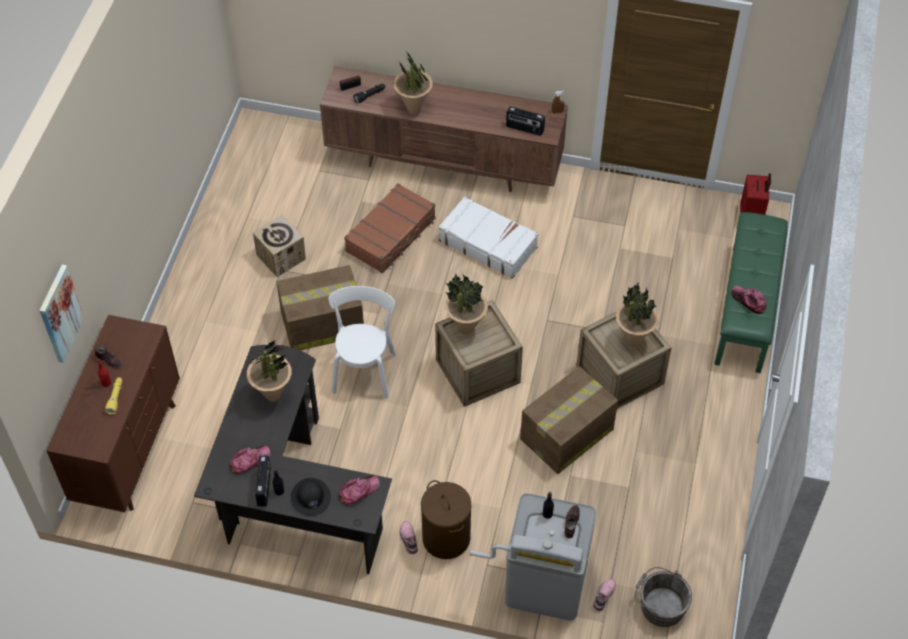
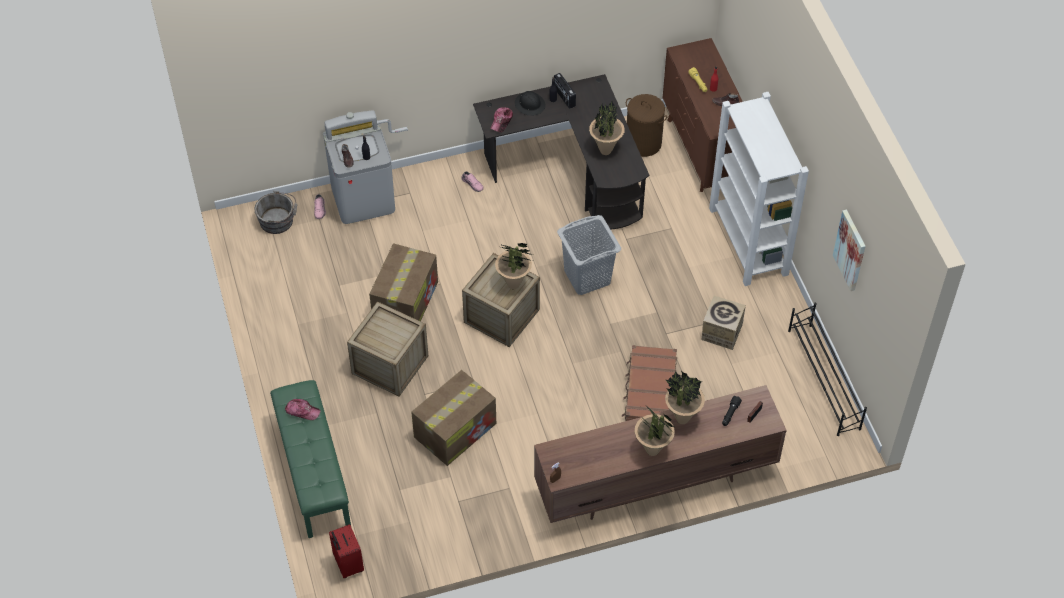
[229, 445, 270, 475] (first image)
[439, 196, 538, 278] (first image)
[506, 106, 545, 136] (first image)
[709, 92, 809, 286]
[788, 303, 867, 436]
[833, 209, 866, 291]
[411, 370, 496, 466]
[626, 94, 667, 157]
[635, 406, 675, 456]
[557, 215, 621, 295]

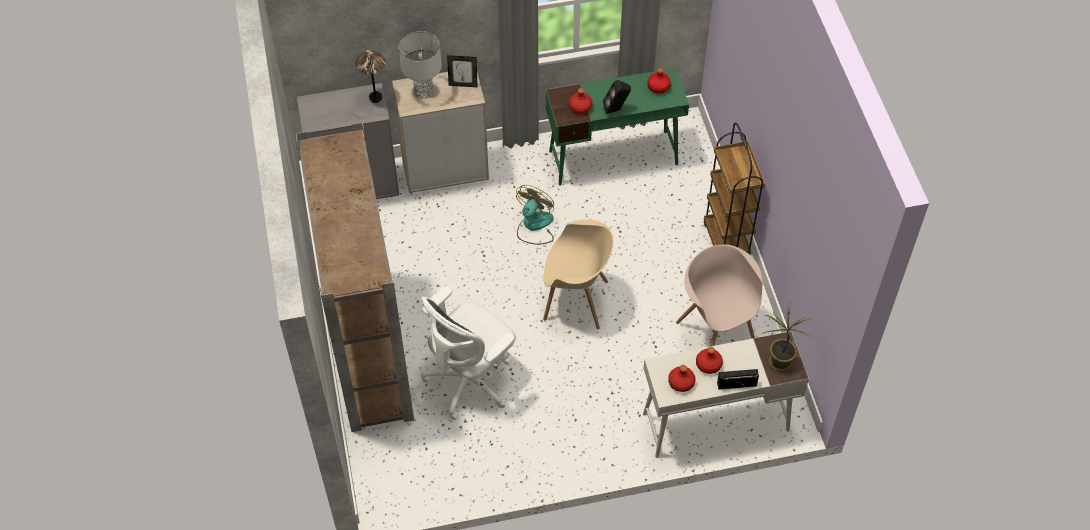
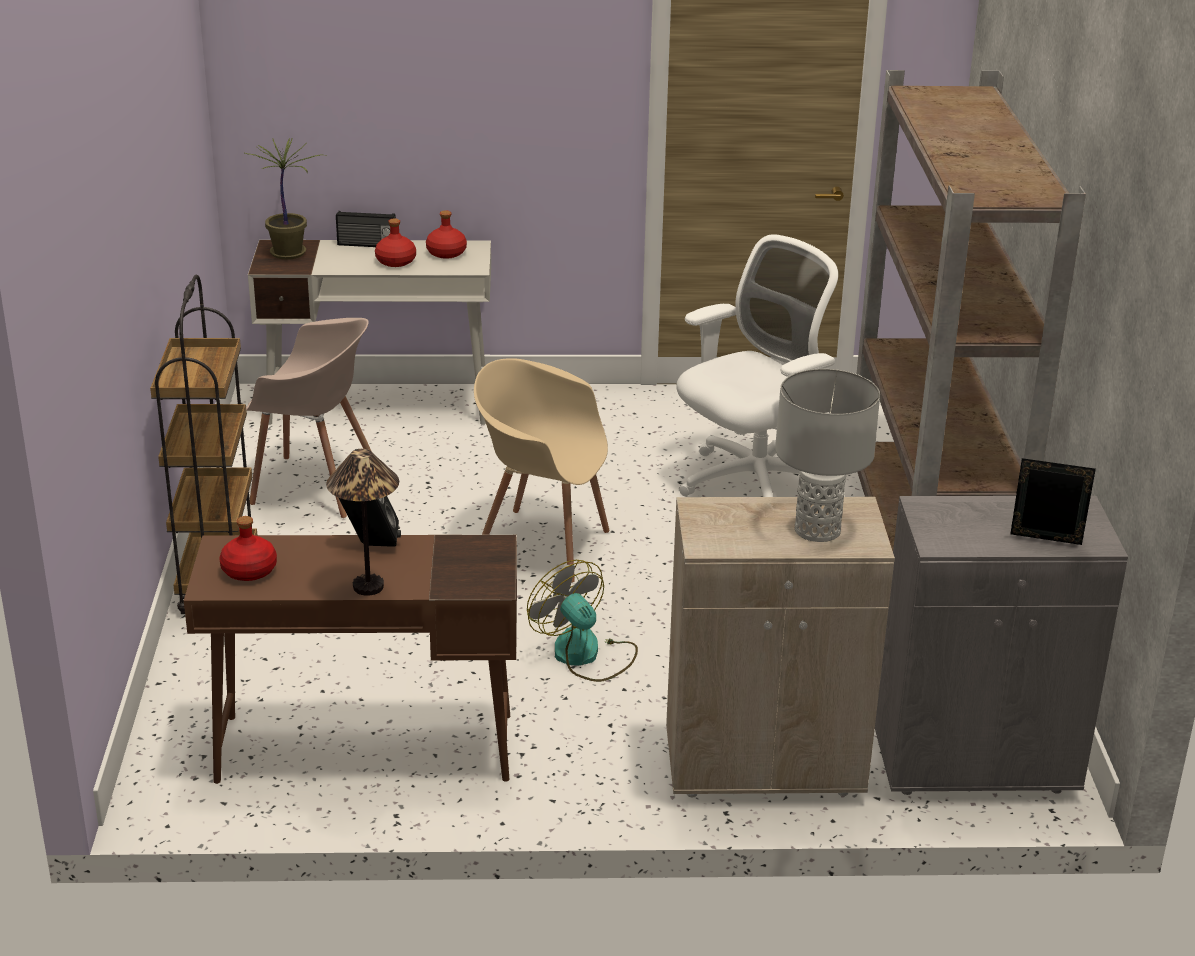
[569, 88, 593, 114] (first image)
[326, 449, 399, 596]
[1010, 458, 1096, 545]
[184, 535, 517, 784]
[527, 560, 638, 682]
[246, 318, 372, 518]

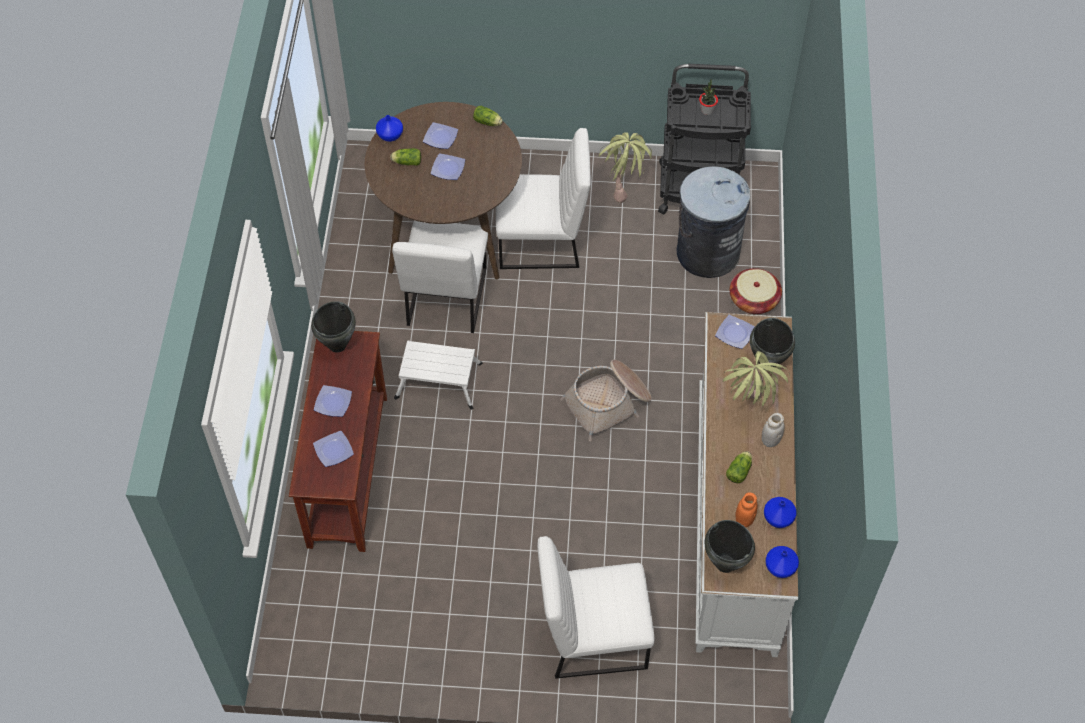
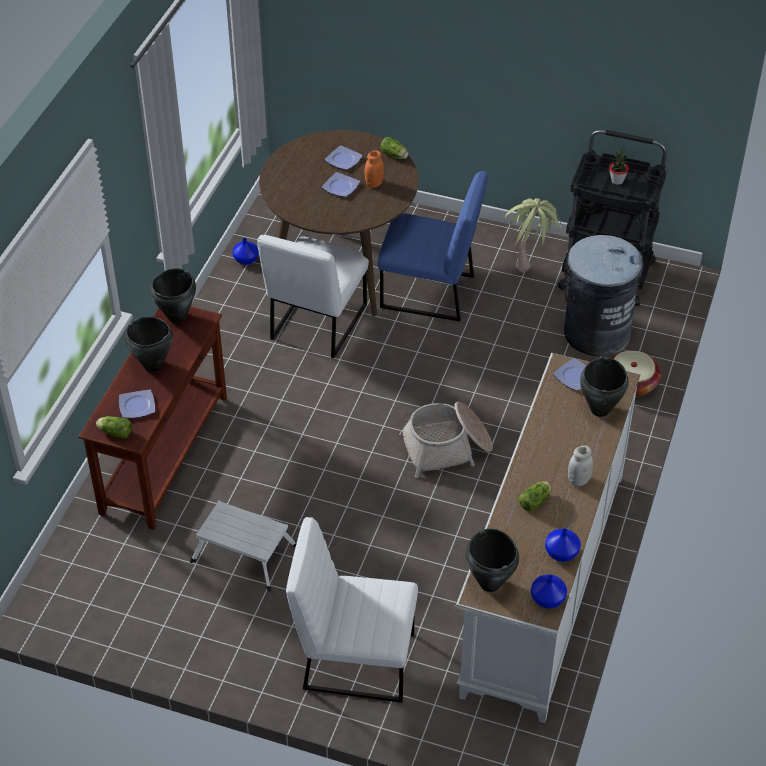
[723, 351, 790, 407] (first image)
[232, 238, 259, 265]
[96, 416, 132, 439]
[190, 501, 297, 592]
[365, 150, 384, 188]
[125, 317, 173, 372]
[378, 171, 488, 322]

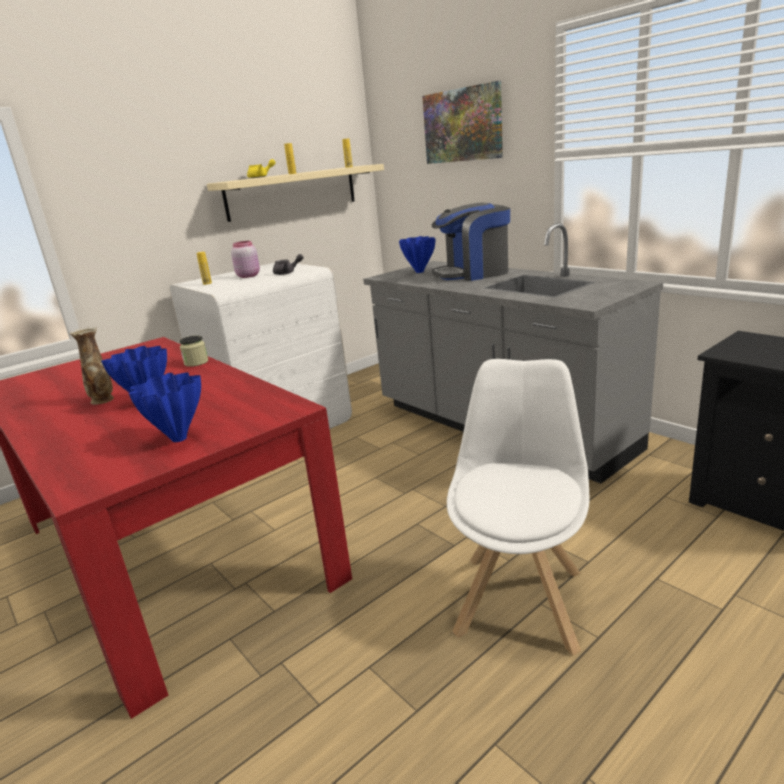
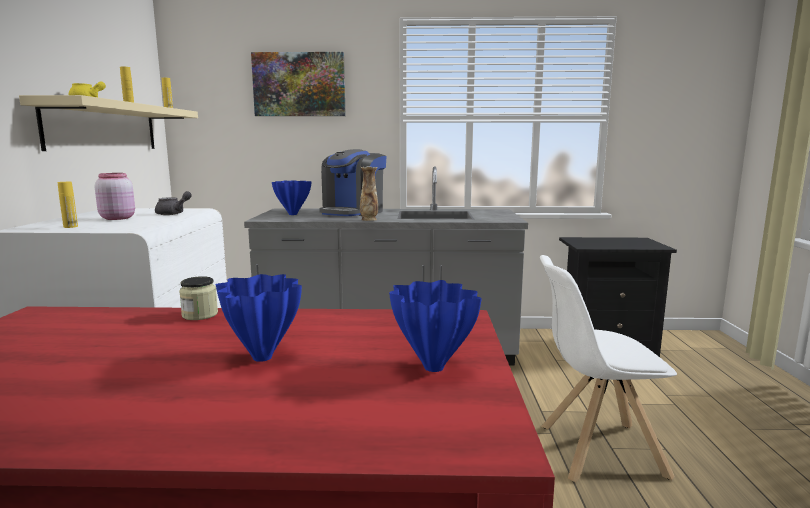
[360, 166, 378, 221]
[540, 255, 677, 482]

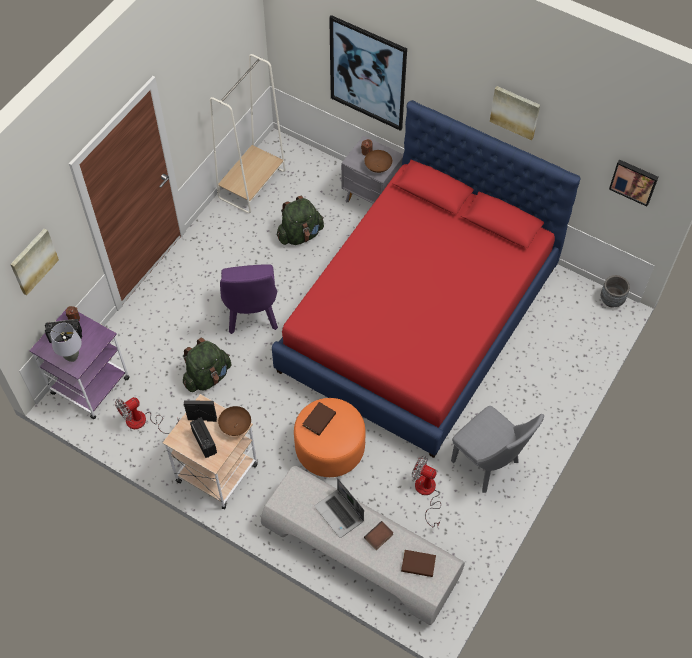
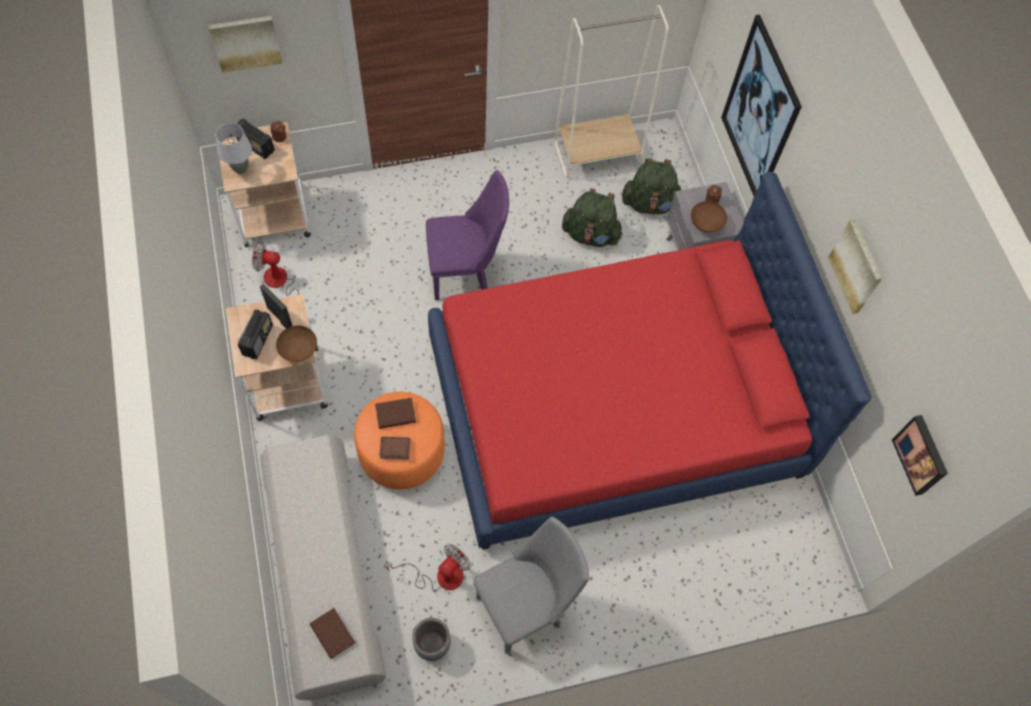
[314, 478, 364, 538] (first image)
[622, 158, 681, 214]
[379, 437, 410, 460]
[412, 618, 451, 661]
[220, 122, 311, 247]
[426, 170, 509, 300]
[384, 544, 471, 592]
[473, 517, 589, 654]

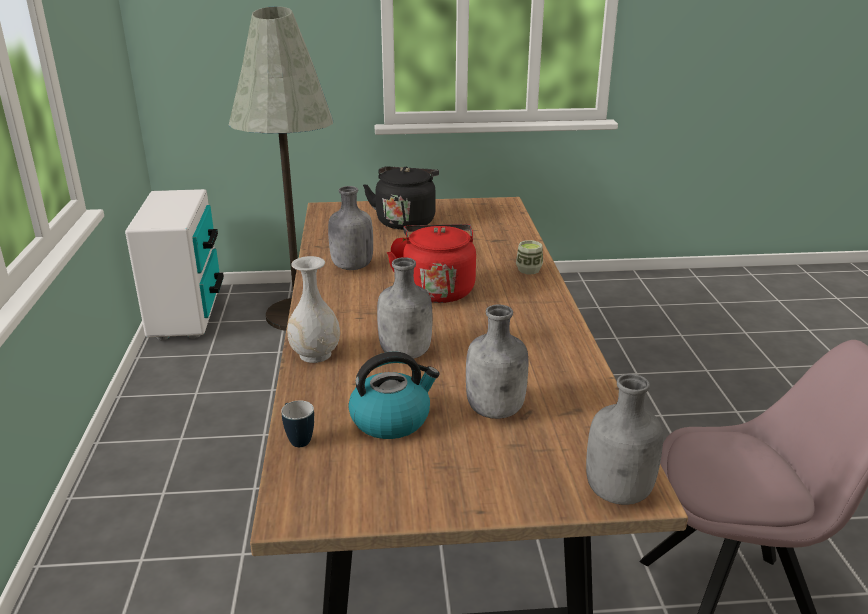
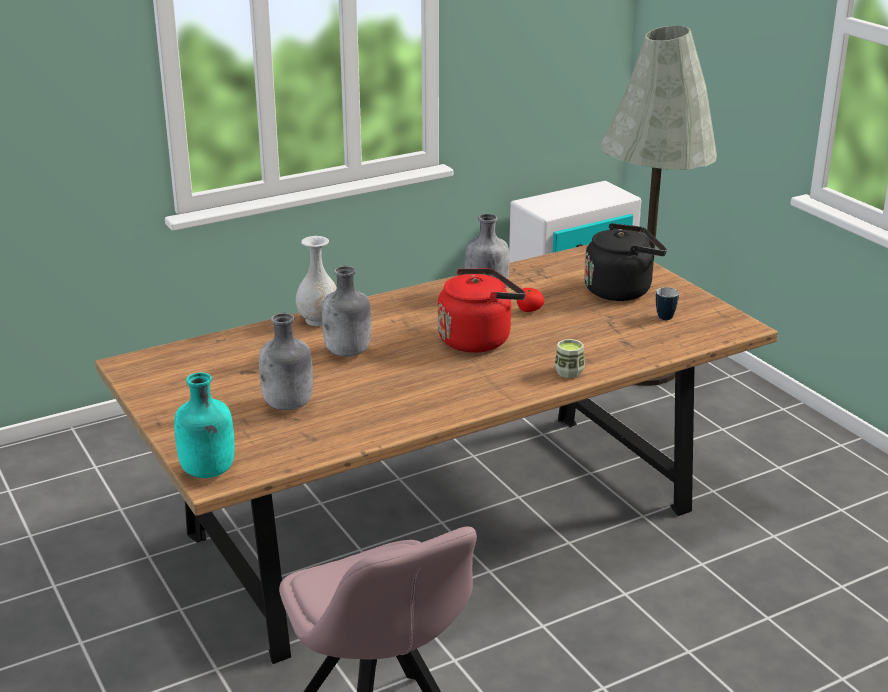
[348, 351, 439, 439] (first image)
[656, 287, 679, 320]
[174, 372, 235, 478]

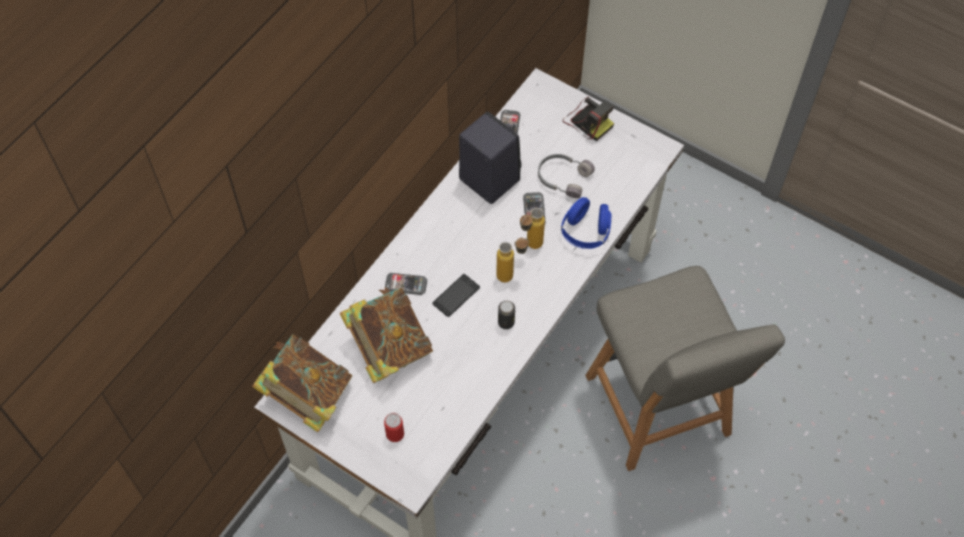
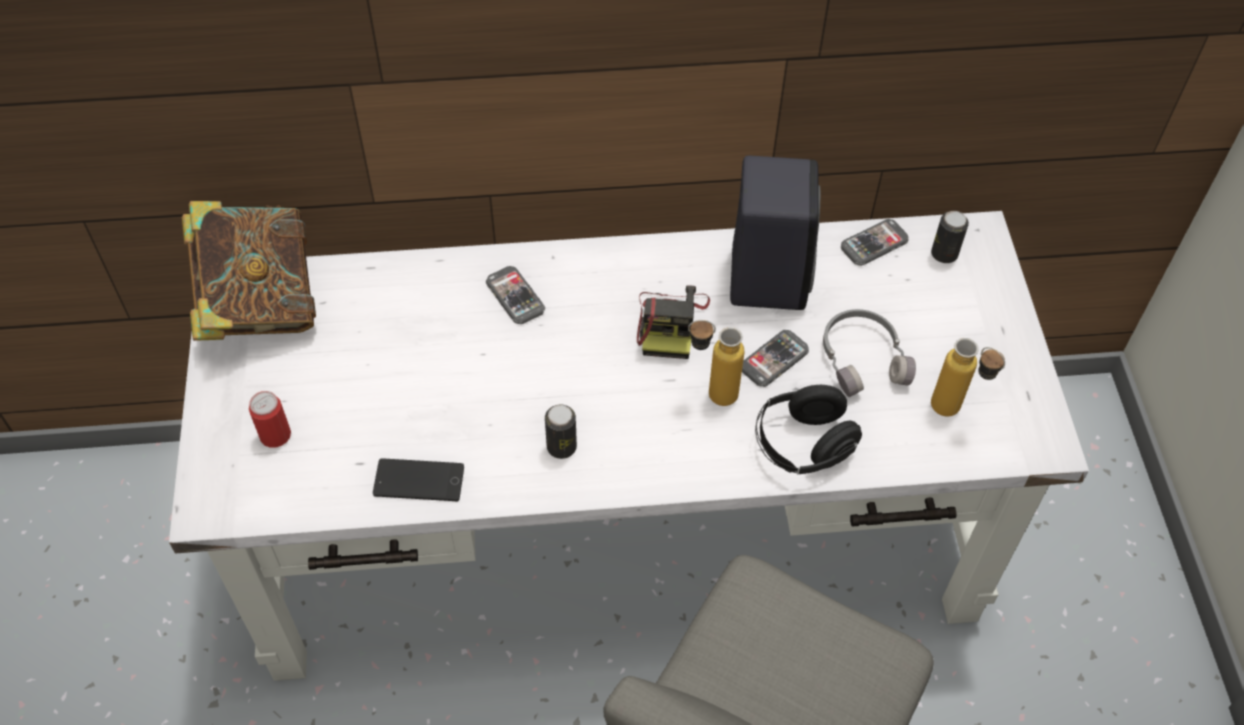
[340, 287, 433, 383] (first image)
[931, 211, 969, 263]
[373, 458, 464, 502]
[931, 338, 1005, 417]
[637, 285, 710, 359]
[755, 385, 862, 474]

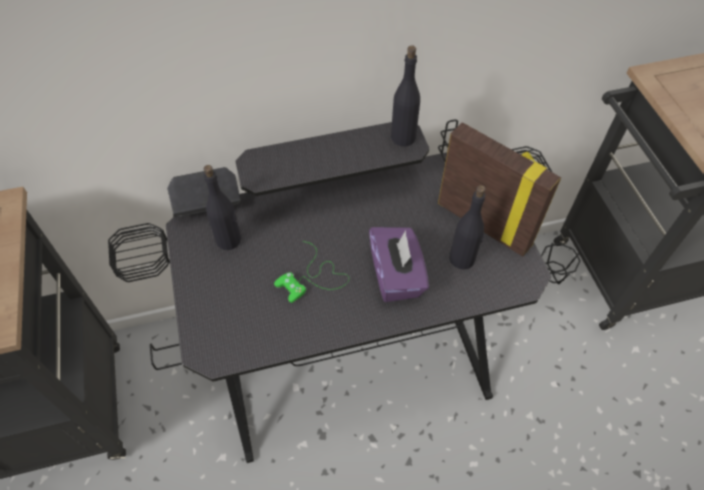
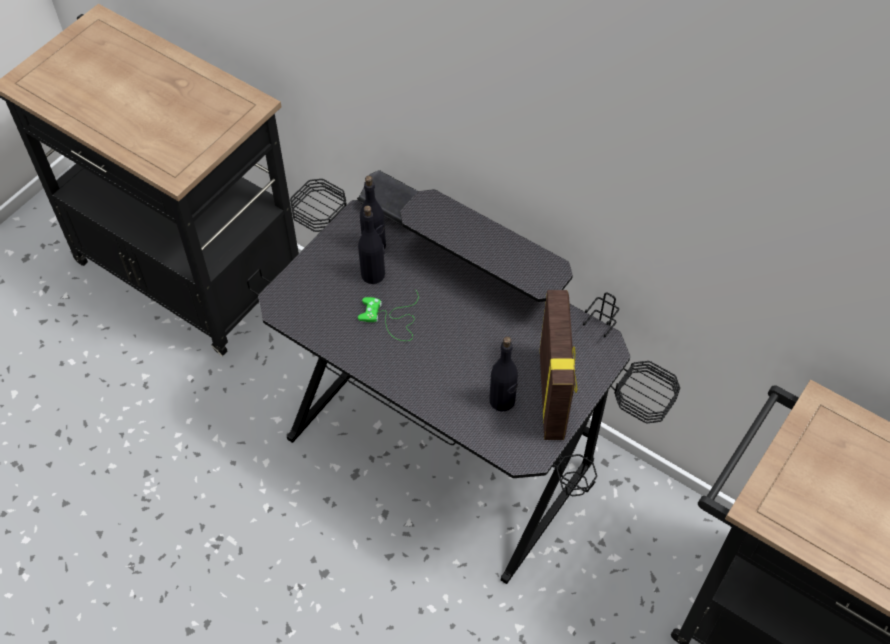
[369, 227, 429, 302] (first image)
[358, 206, 385, 284]

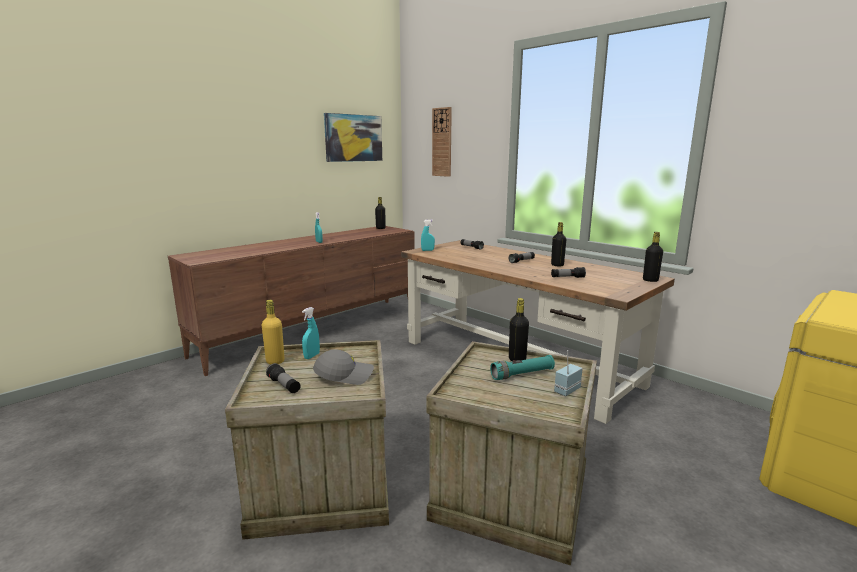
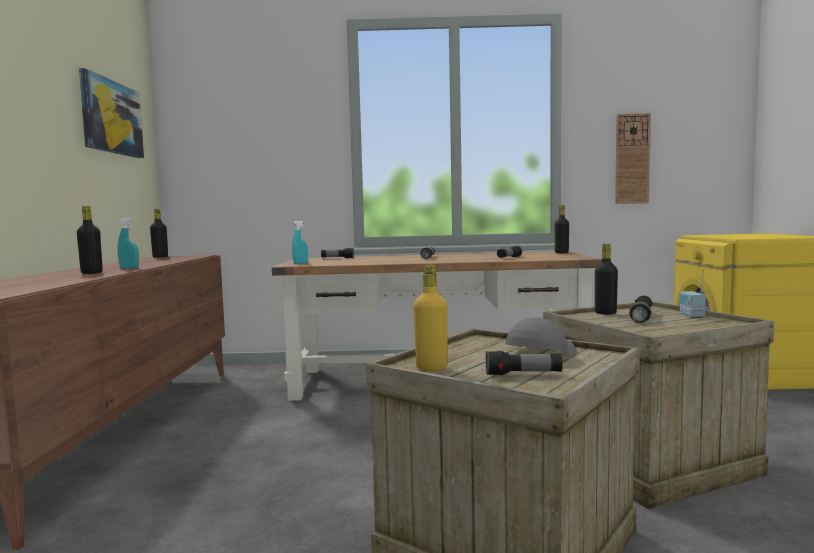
[302, 307, 320, 359] (first image)
[615, 113, 651, 204]
[77, 206, 103, 274]
[629, 296, 652, 323]

